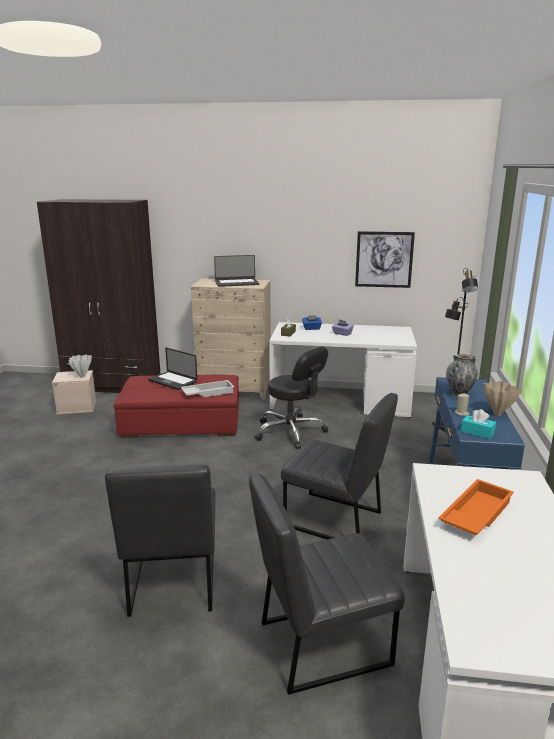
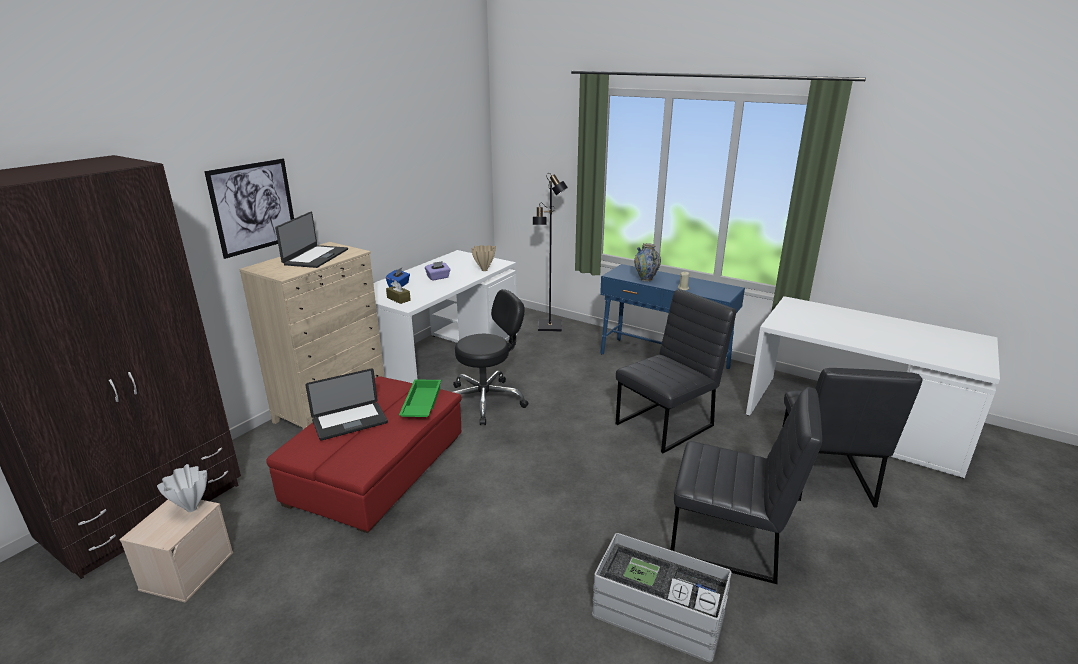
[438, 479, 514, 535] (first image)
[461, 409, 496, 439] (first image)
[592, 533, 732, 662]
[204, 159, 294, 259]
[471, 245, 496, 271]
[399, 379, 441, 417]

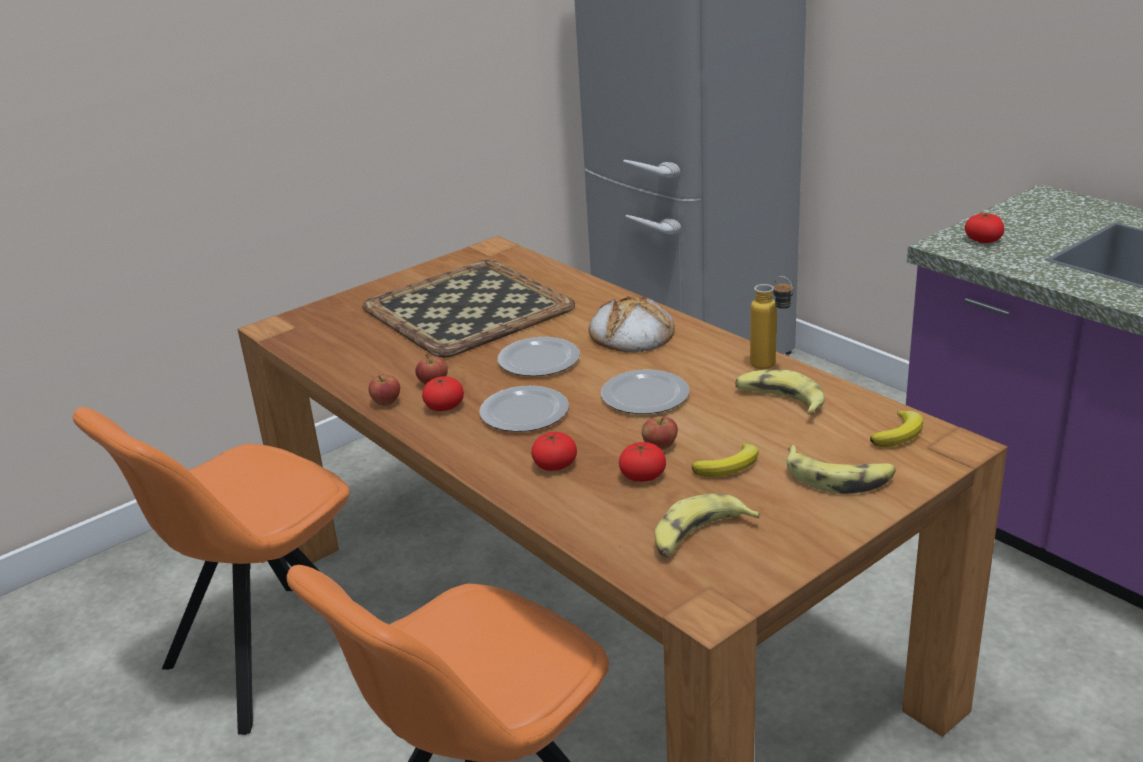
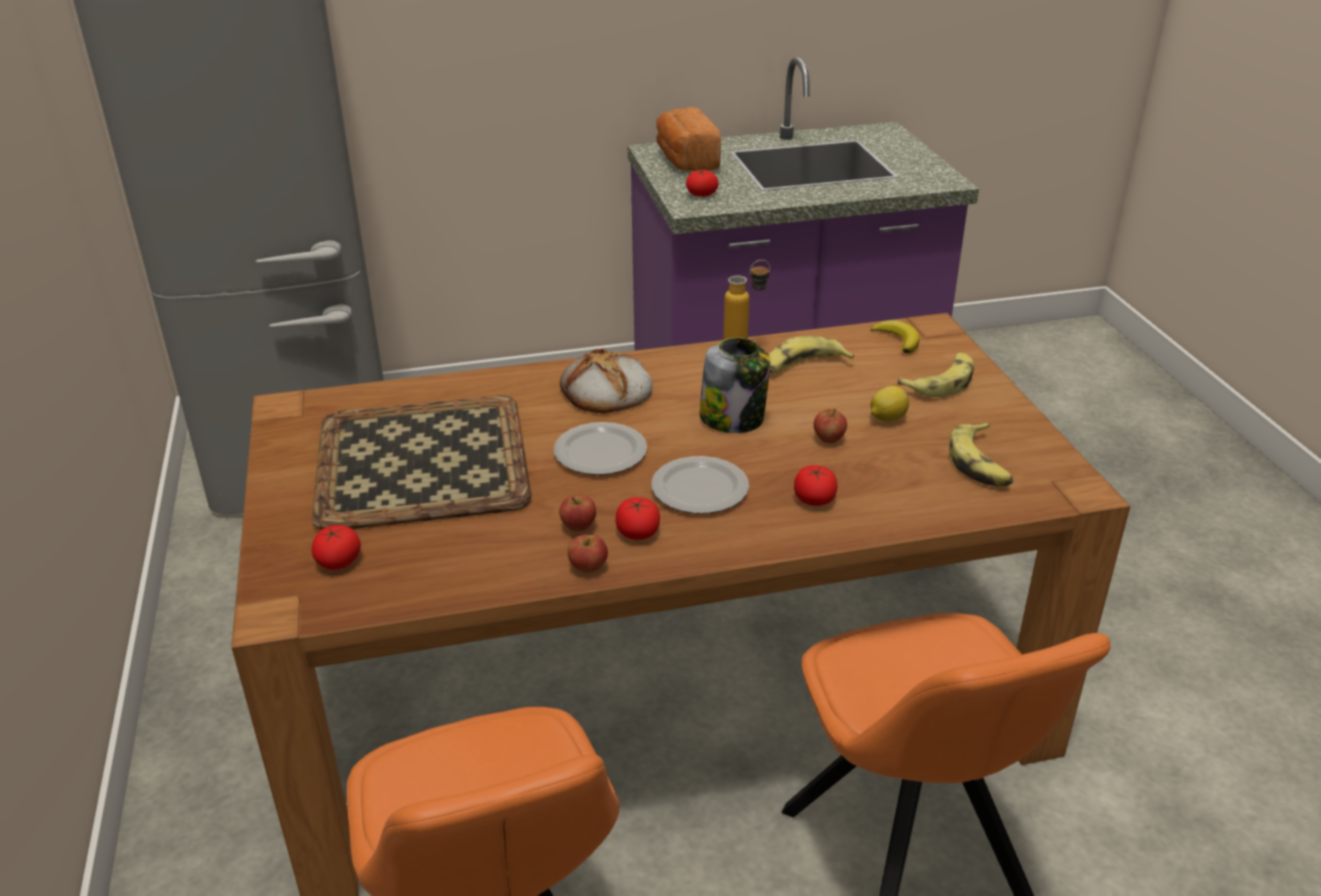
[656, 107, 721, 171]
[312, 525, 361, 570]
[699, 337, 770, 433]
[871, 386, 909, 422]

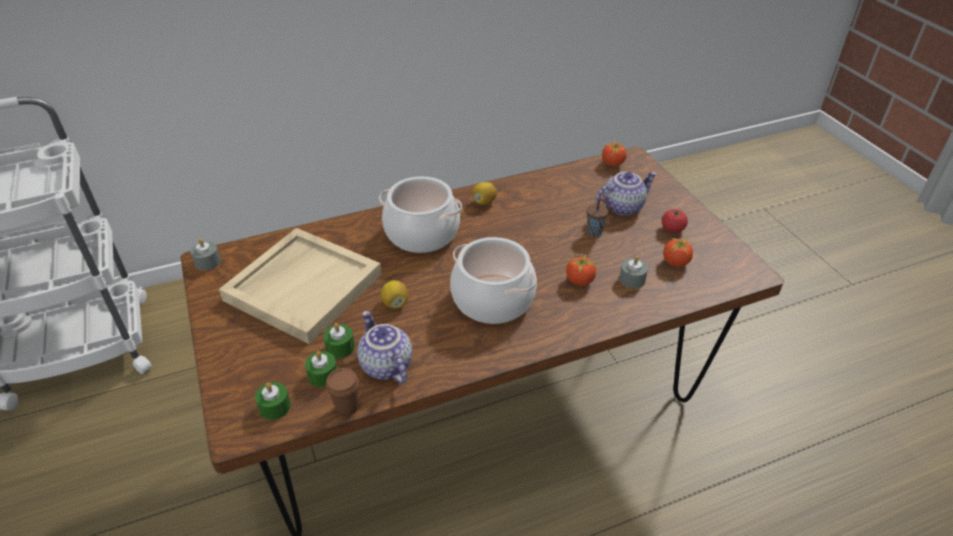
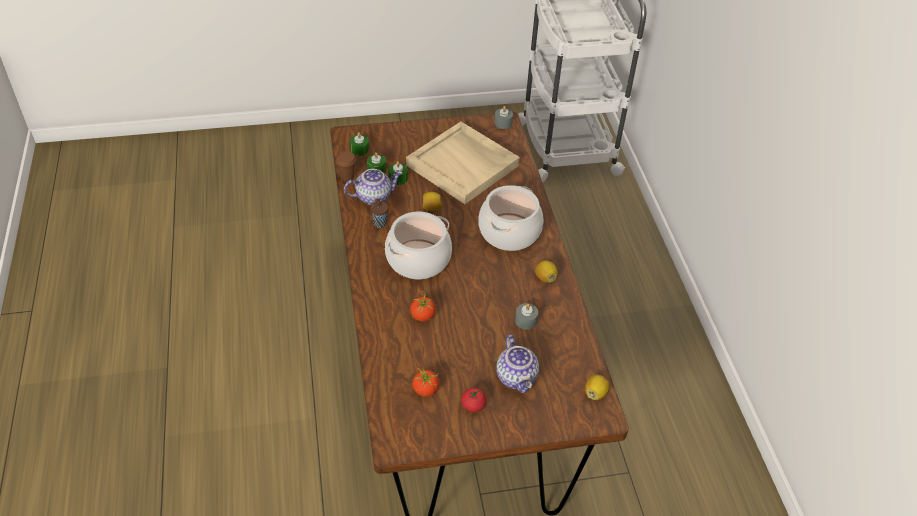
[370, 198, 388, 228]
[515, 303, 538, 330]
[585, 375, 610, 400]

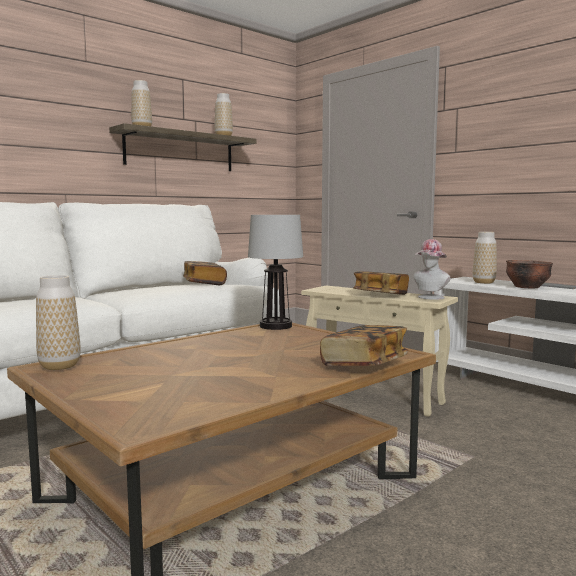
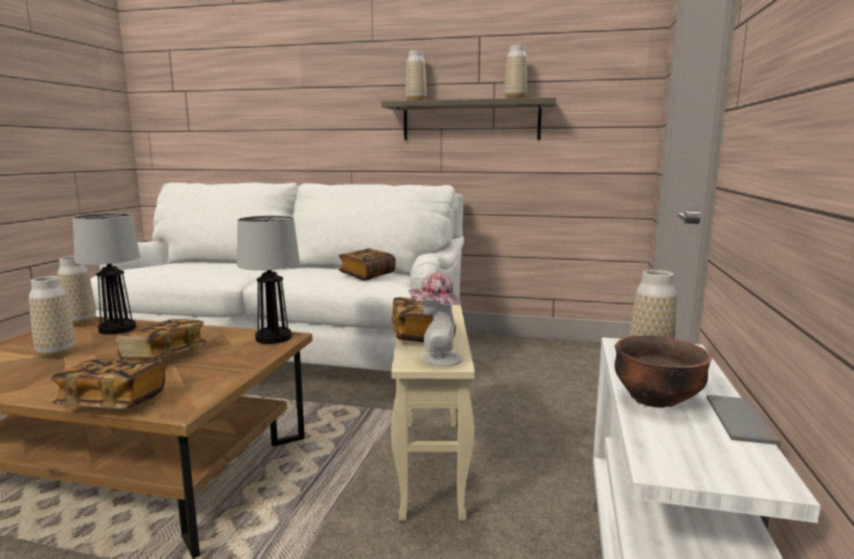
[29, 276, 75, 359]
[73, 213, 140, 335]
[115, 319, 206, 361]

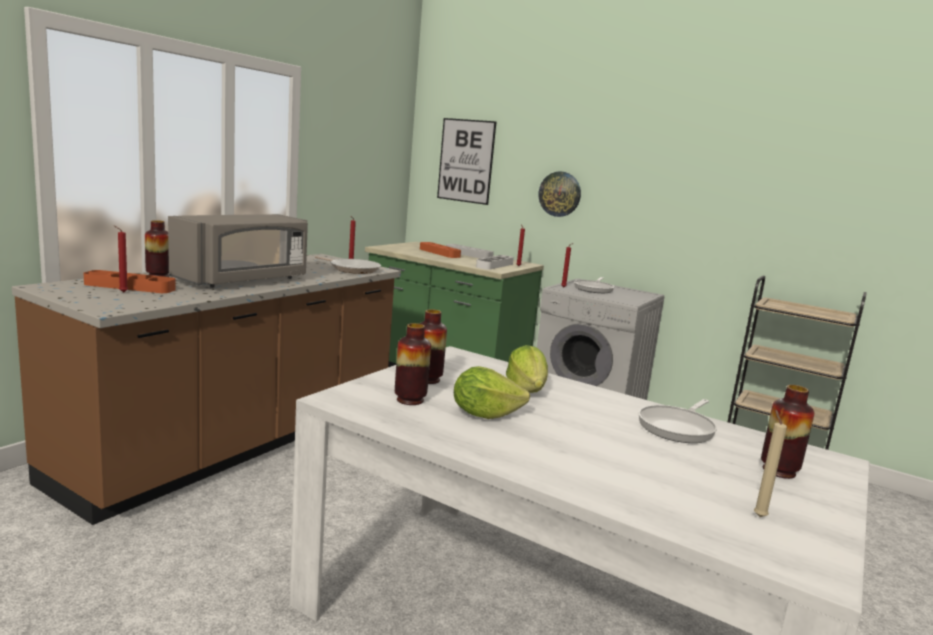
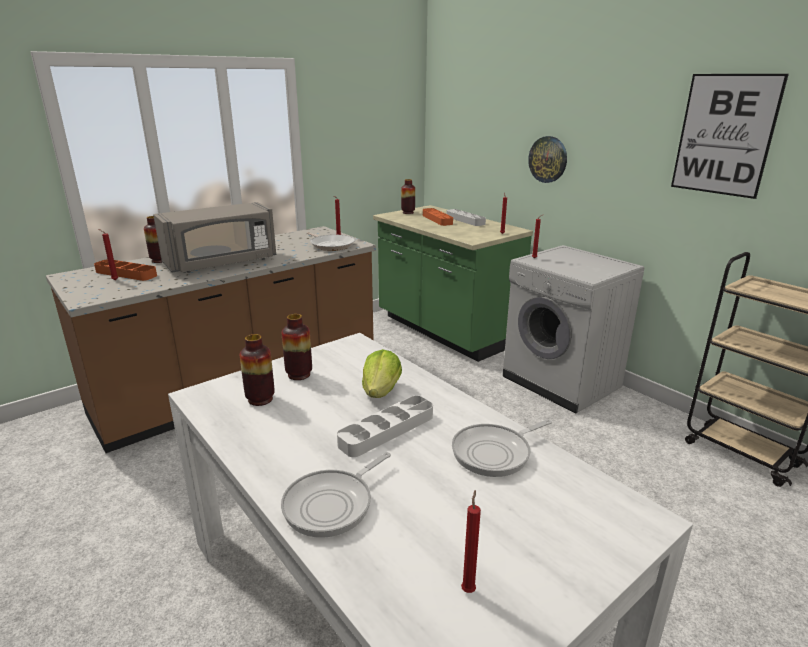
[454, 366, 530, 419] (first image)
[671, 74, 789, 199]
[337, 396, 433, 457]
[281, 452, 391, 538]
[401, 179, 415, 214]
[461, 490, 481, 593]

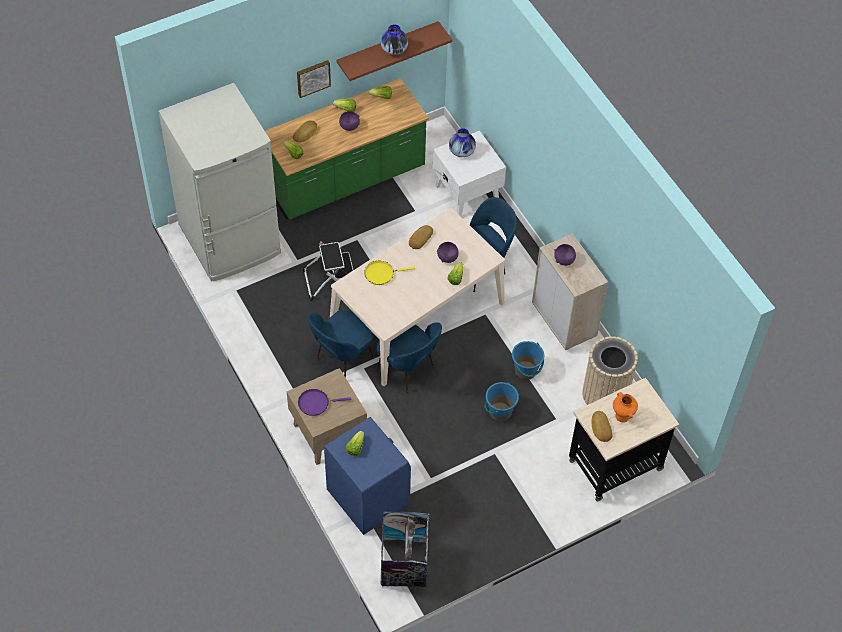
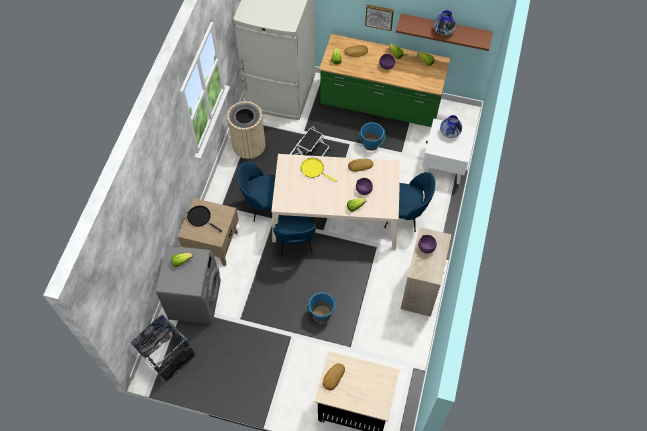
[613, 392, 638, 422] (first image)
[359, 122, 385, 151]
[227, 101, 265, 159]
[187, 206, 222, 232]
[156, 245, 221, 324]

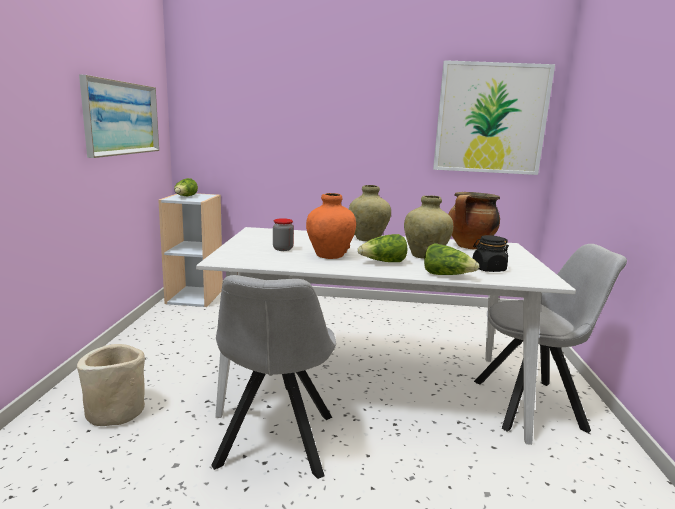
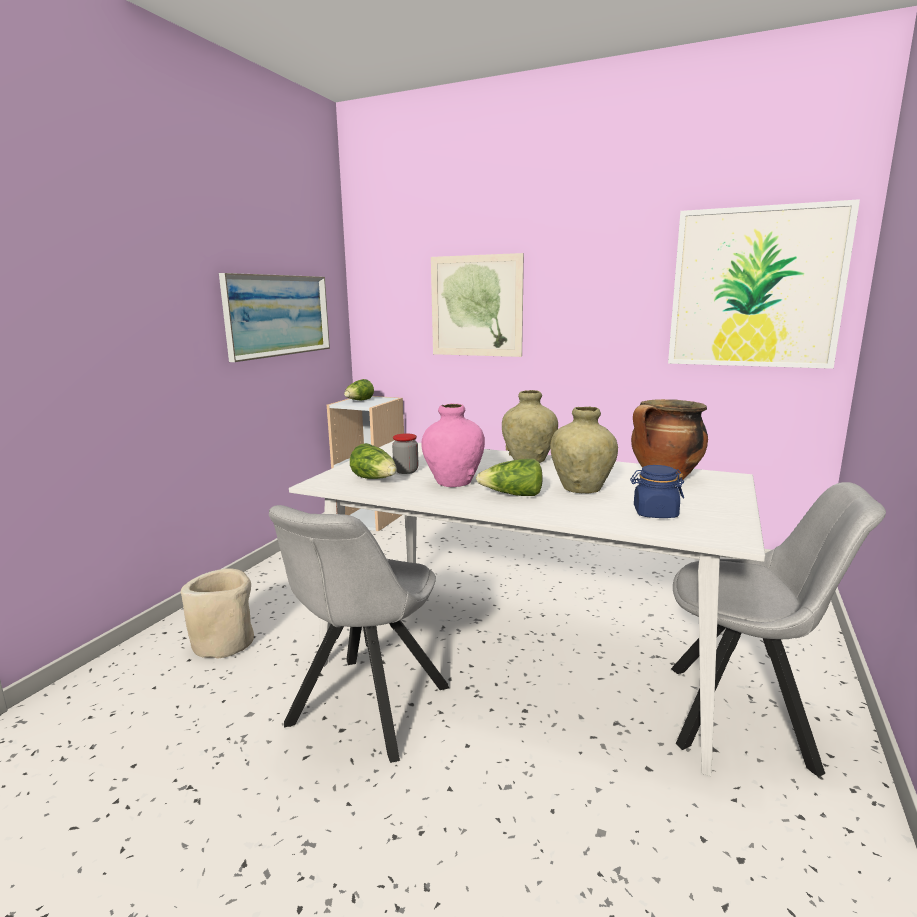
[431, 253, 524, 357]
[350, 443, 397, 479]
[421, 403, 485, 487]
[630, 465, 684, 518]

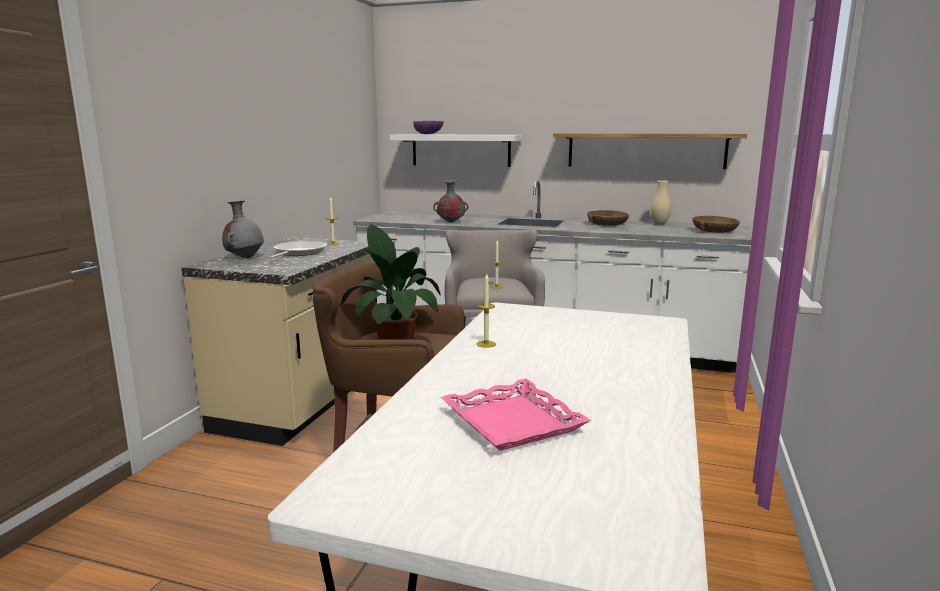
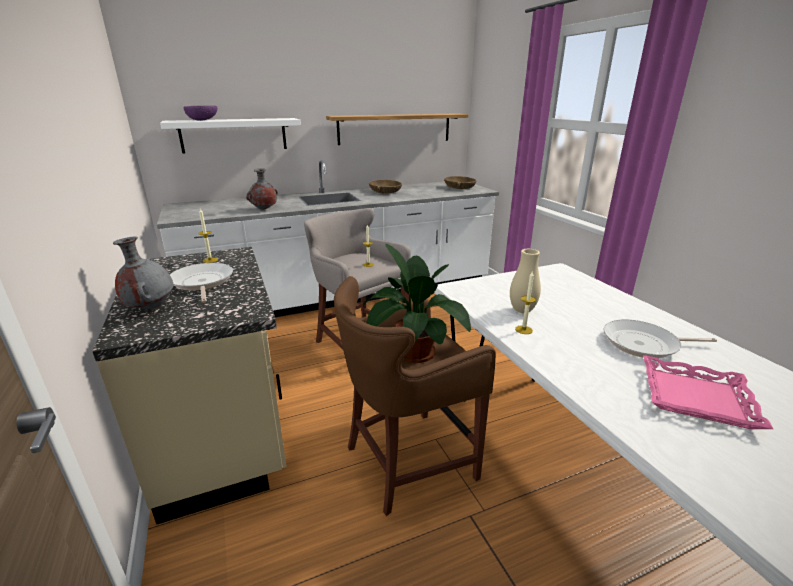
[603, 319, 717, 358]
[510, 249, 541, 313]

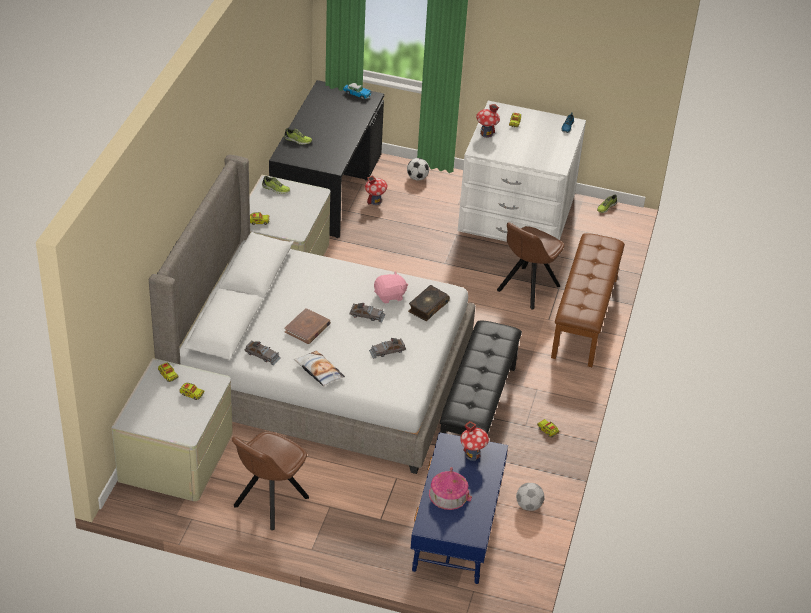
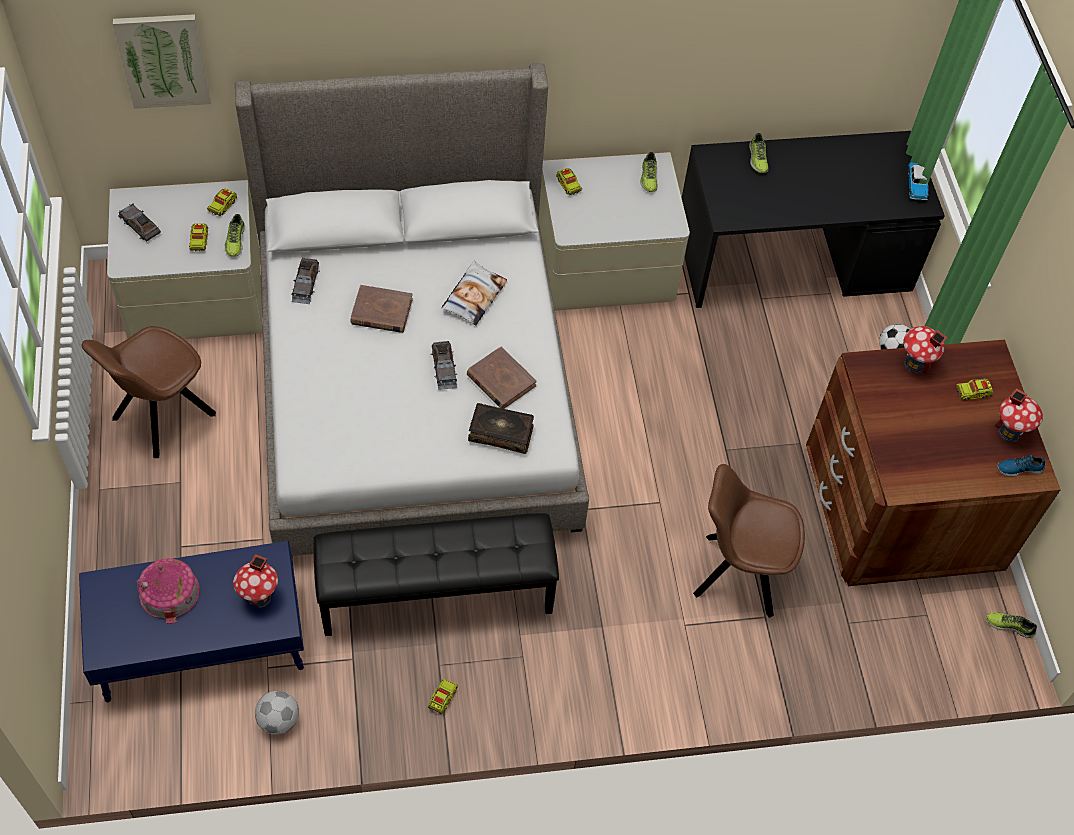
[551, 233, 625, 367] (first image)
[113, 14, 211, 109]
[225, 214, 245, 257]
[441, 261, 507, 325]
[995, 389, 1043, 442]
[118, 204, 161, 241]
[467, 347, 537, 409]
[806, 339, 1061, 586]
[82, 326, 216, 458]

